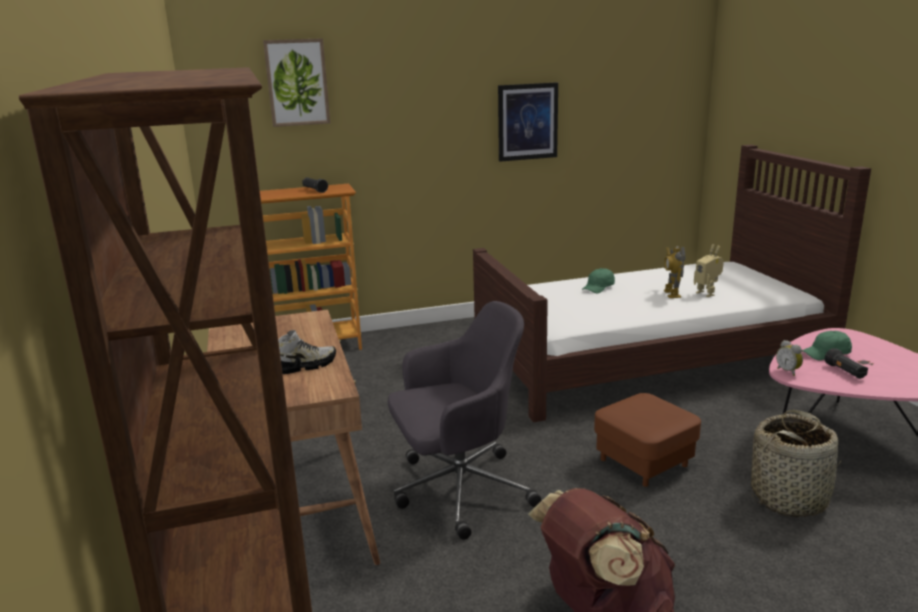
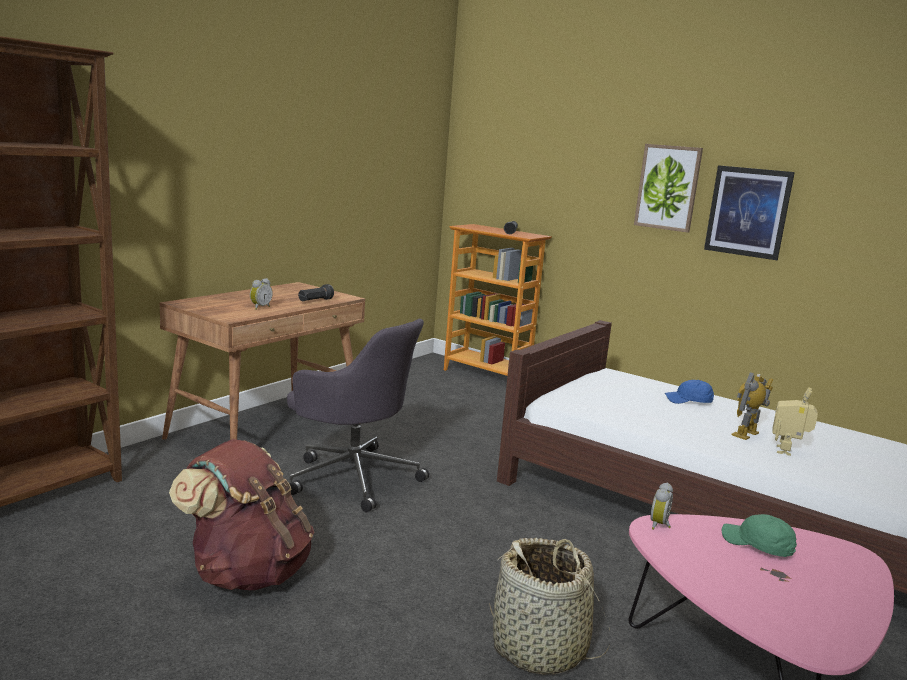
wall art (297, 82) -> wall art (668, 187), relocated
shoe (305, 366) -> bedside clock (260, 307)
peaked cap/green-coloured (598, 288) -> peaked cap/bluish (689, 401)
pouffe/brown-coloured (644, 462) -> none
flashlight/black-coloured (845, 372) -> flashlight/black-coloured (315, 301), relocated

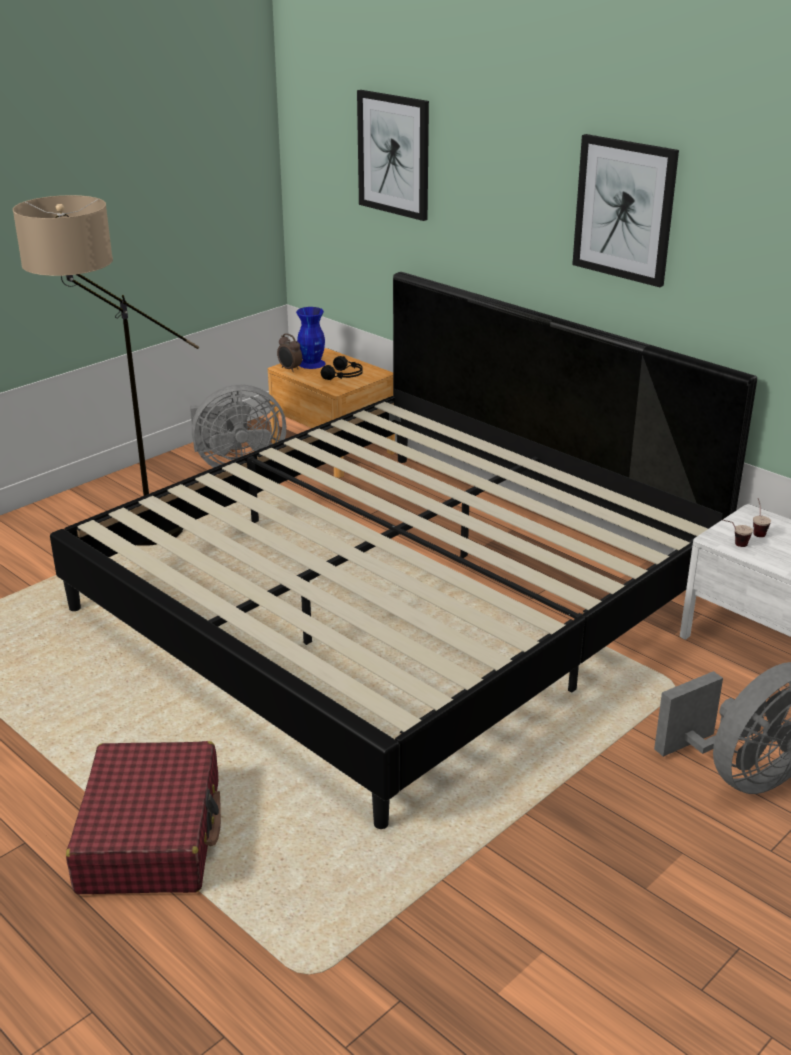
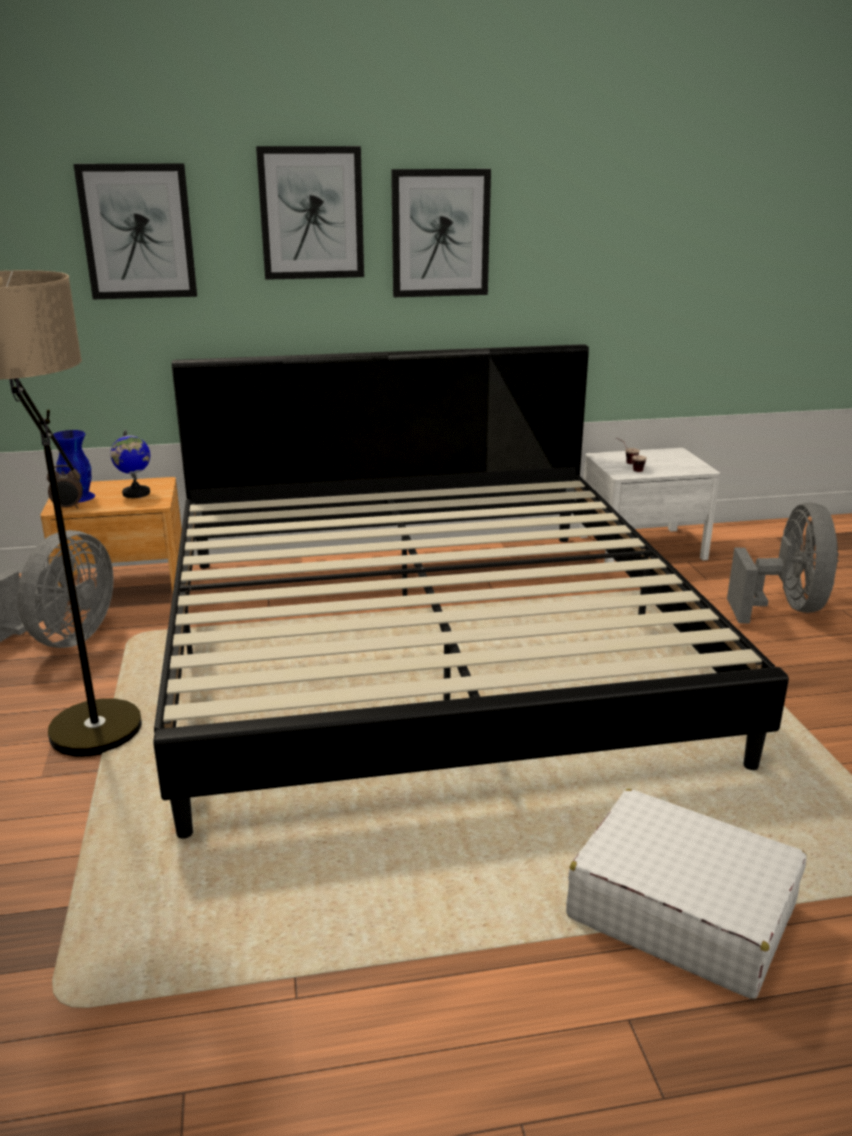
piece of luggage/reddish (151, 836) -> piece of luggage/white-coloured (680, 910)
headset/black-coloured (344, 376) -> desk globe (136, 493)
none -> wall art (311, 213)

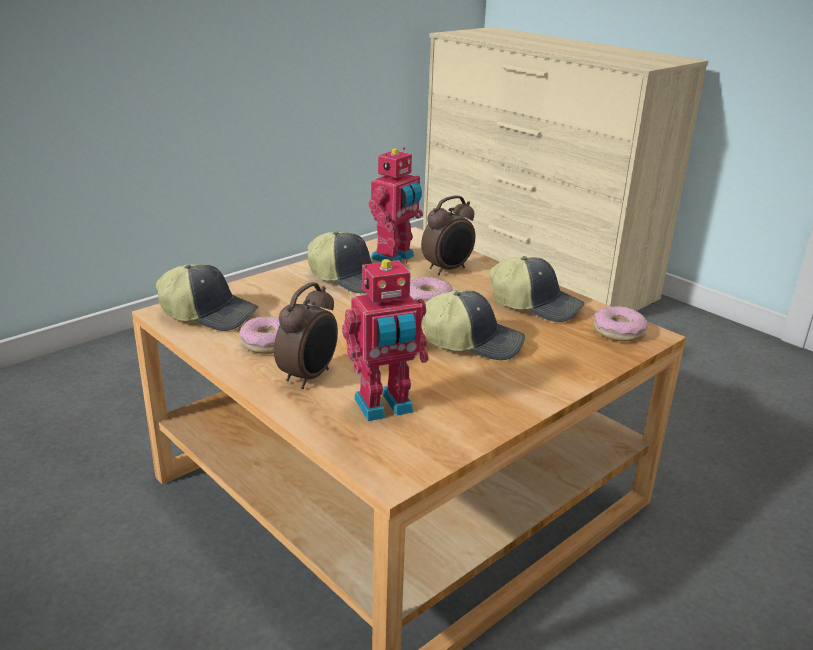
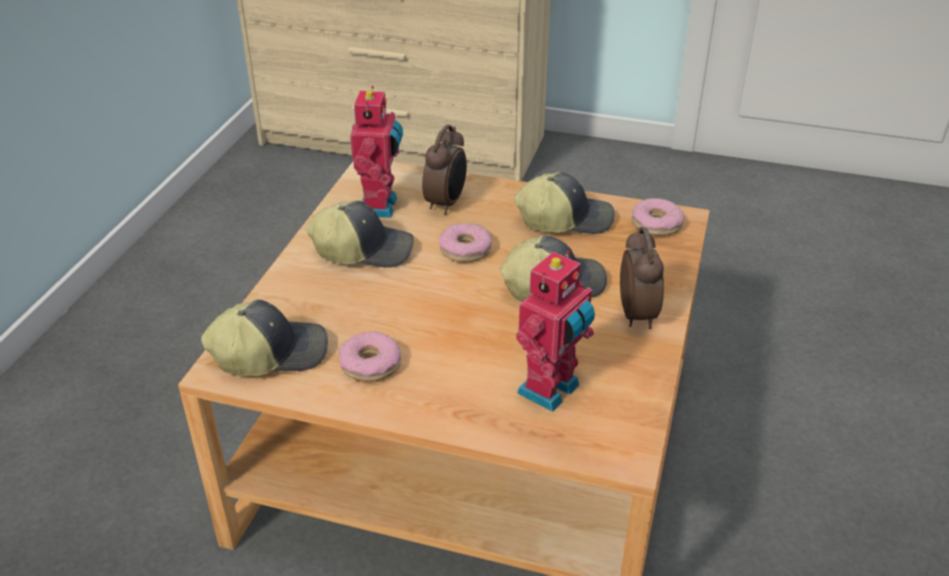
bedside clock (309, 377) -> bedside clock (638, 315), relocated

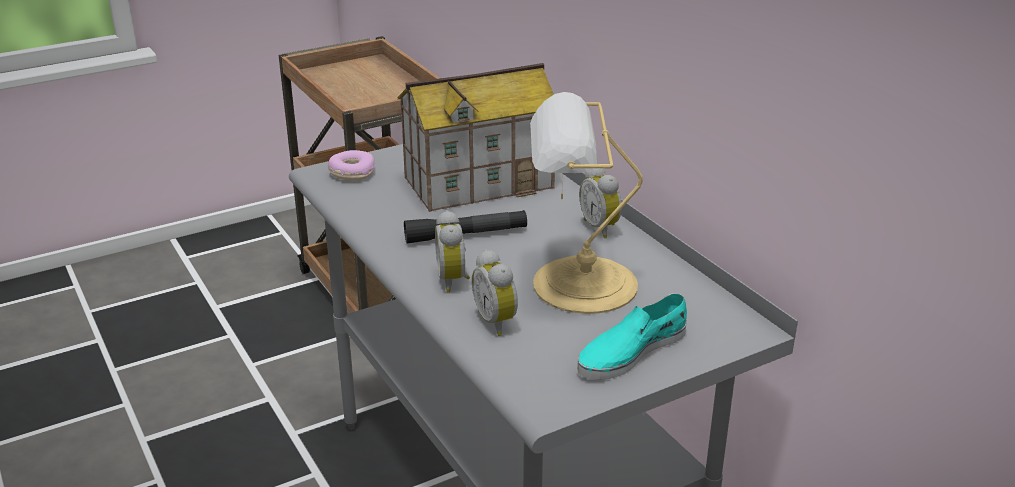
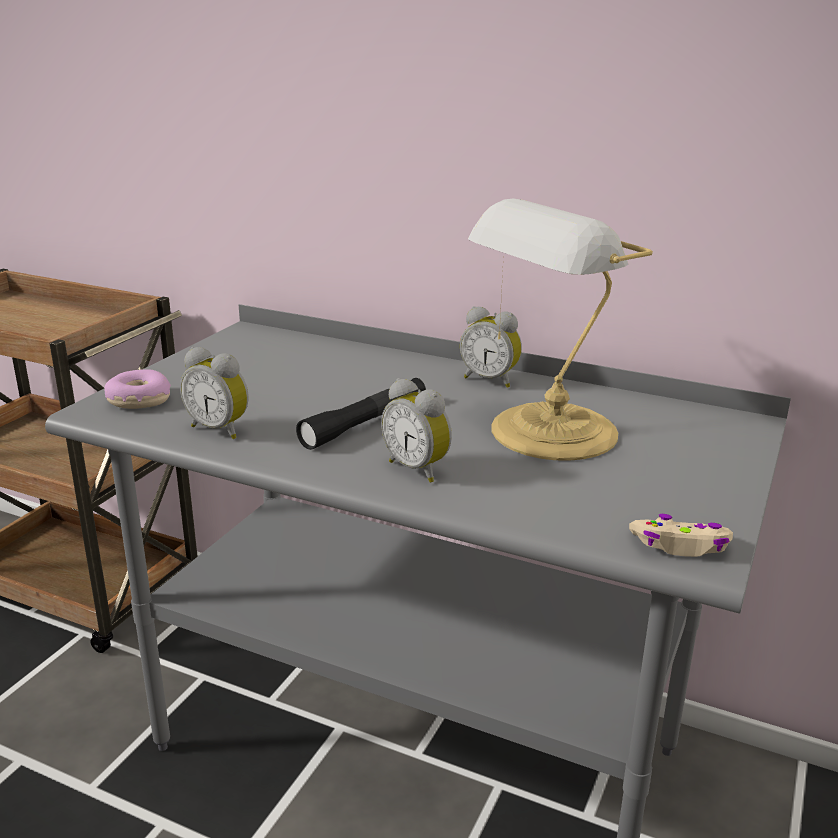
model house (479, 182) -> none
bedside clock (498, 321) -> bedside clock (220, 429), relocated
shoe/turquoise-coloured (631, 351) -> none
none -> joypad/sand-coloured (680, 546)

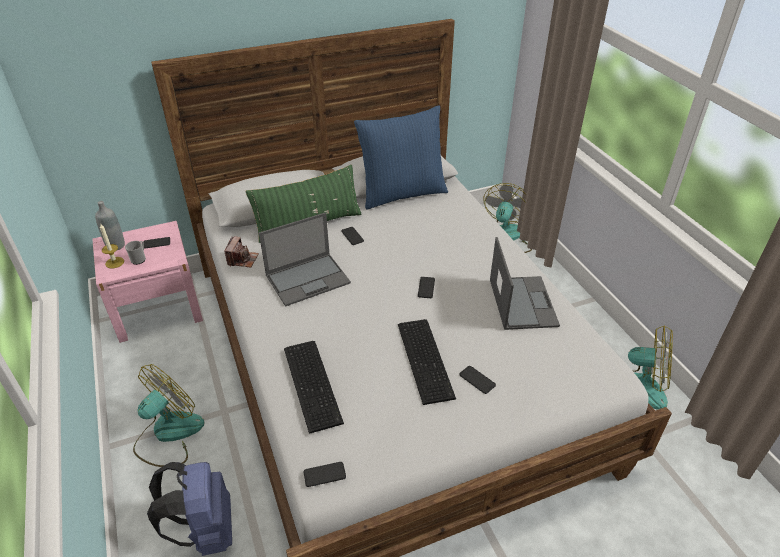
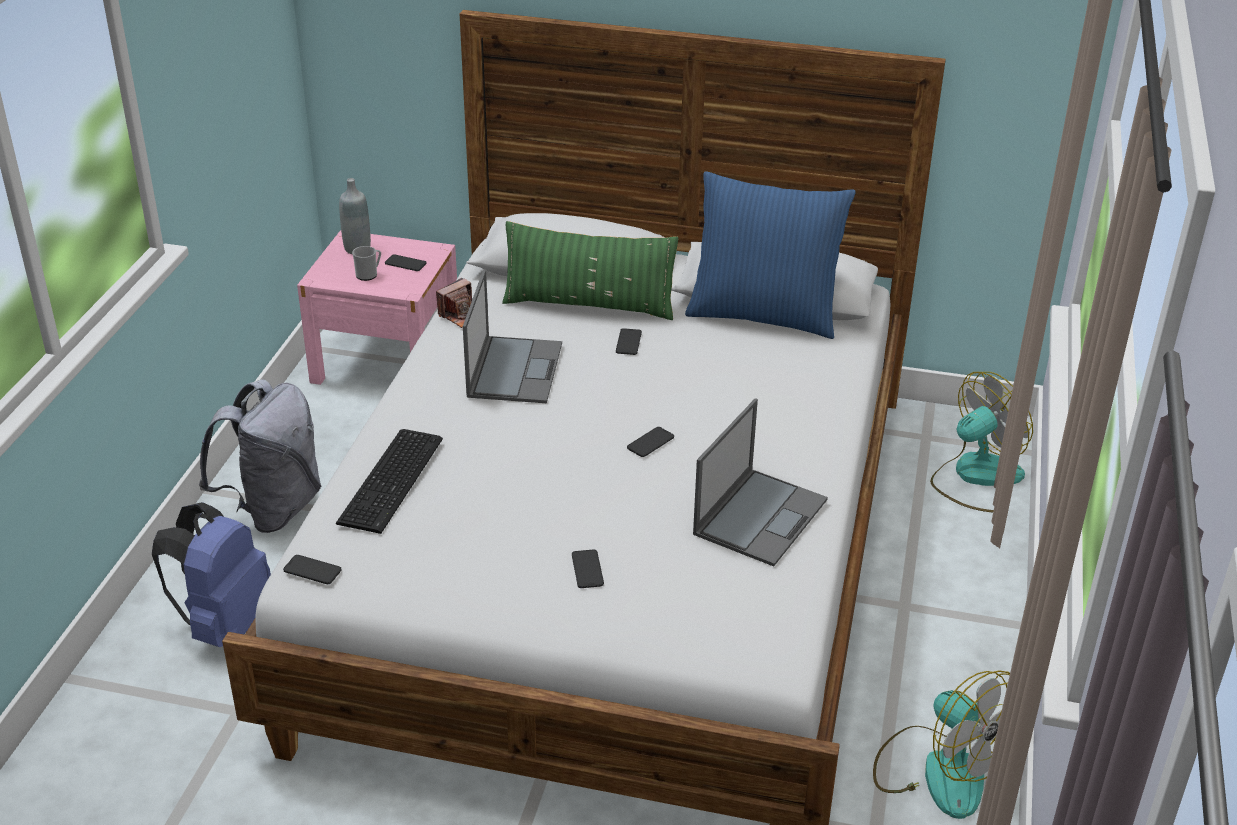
wax light (114, 262) -> none
cooling fan (168, 434) -> rucksack/greyish (273, 509)
notebook computer (308, 279) -> notebook computer (514, 369), 90 degrees counterclockwise
computer keyboard (426, 358) -> none

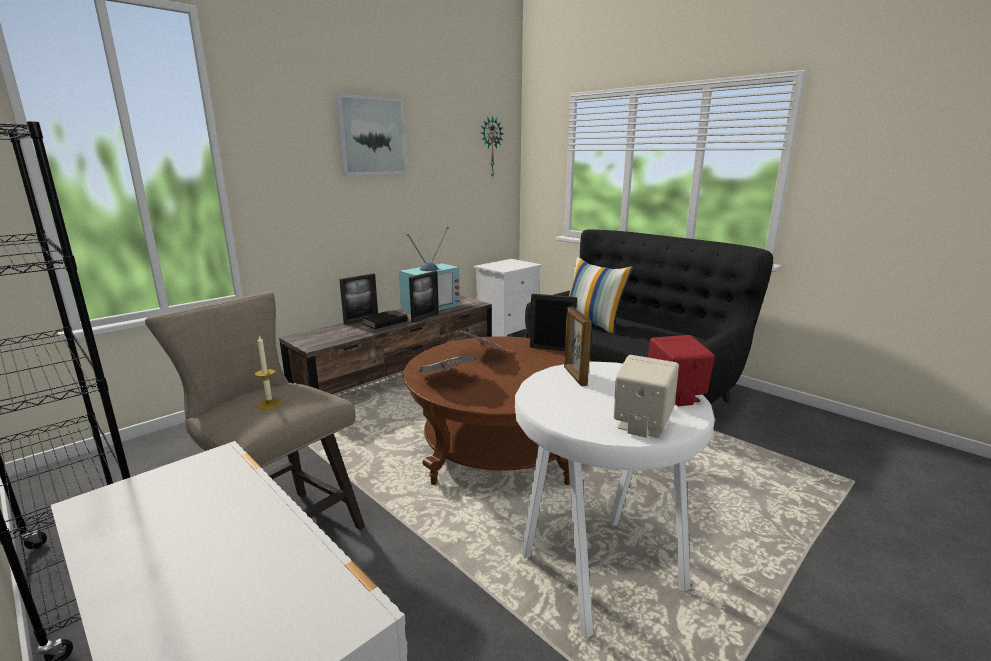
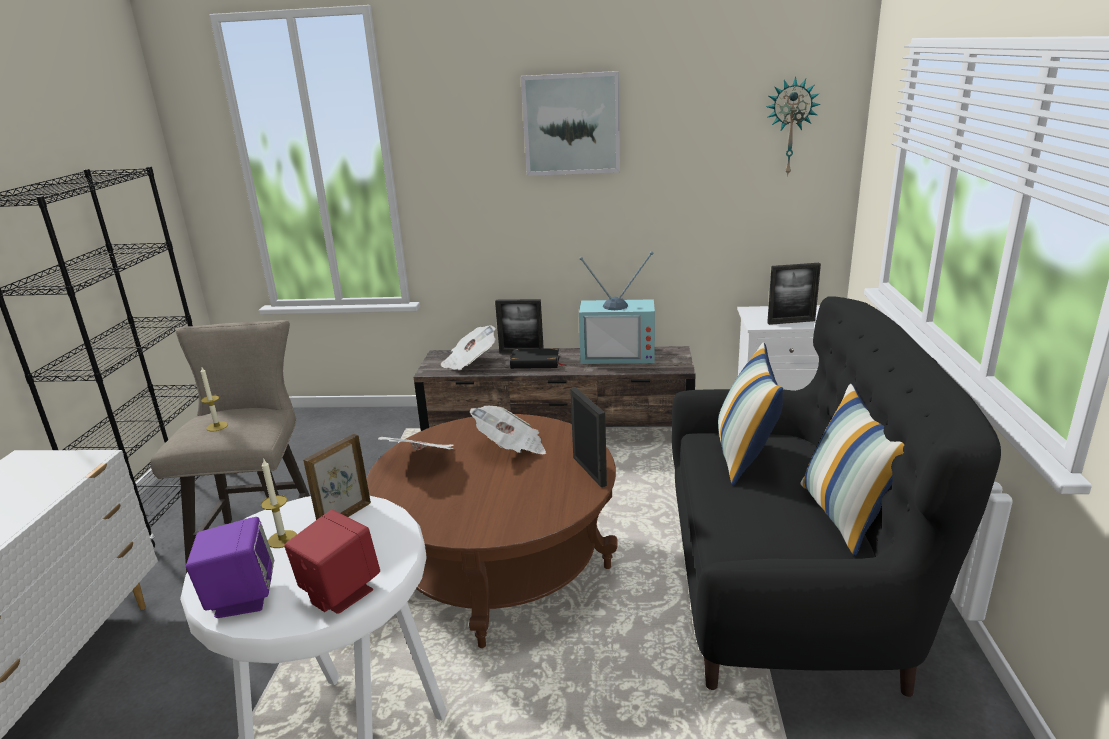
standing frame (425, 318) -> standing frame (791, 322), relocated
audio speaker/sand-coloured (641, 425) -> audio speaker/purplish (241, 598)
none -> wax light (282, 539)
none -> newspaper (469, 362)
none -> cushion (845, 515)

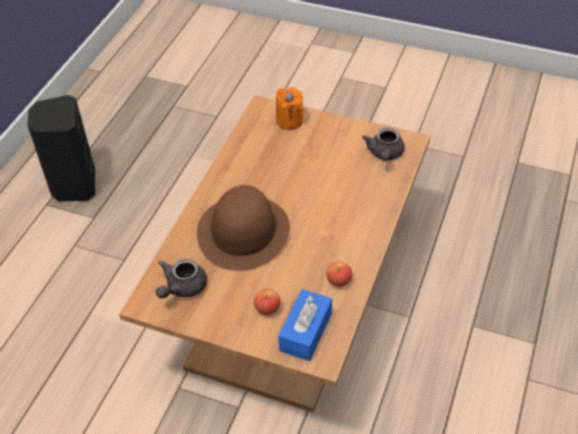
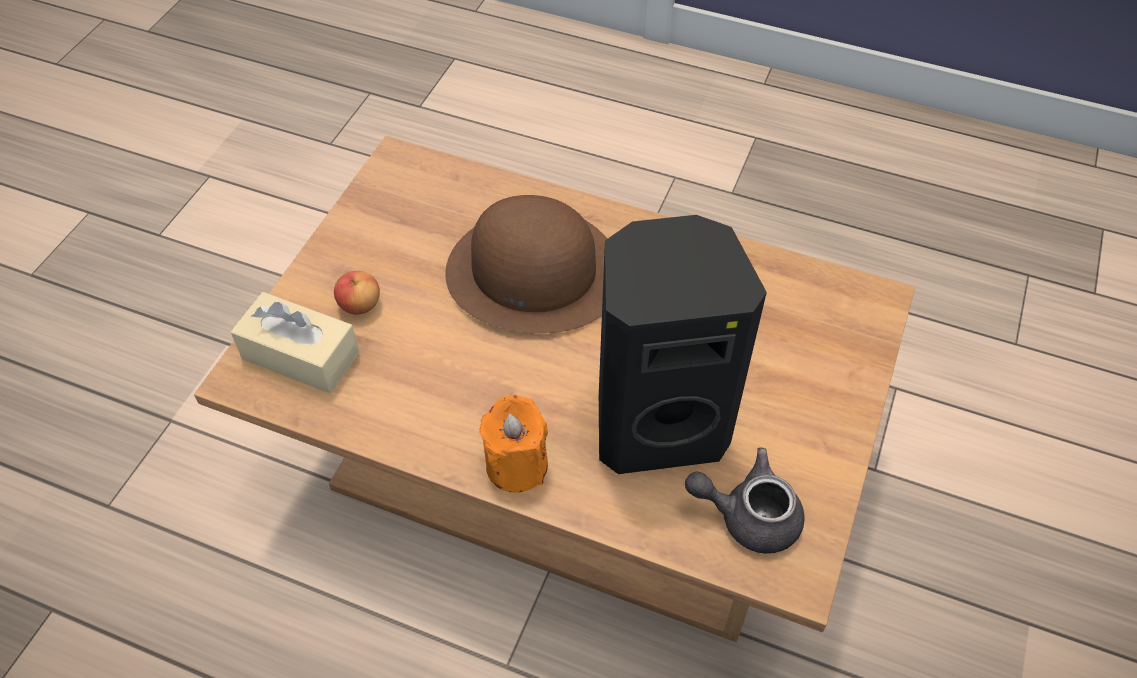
audio speaker/black-coloured (73, 185) -> audio speaker/black-coloured (658, 423), relocated
pot for tea/greyish (182, 288) -> none
wax light/orange-coloured (289, 121) -> wax light/orange-coloured (516, 465), relocated
tissue holder/bluish (305, 332) -> tissue holder/sand-coloured (301, 355)
whole apple (338, 281) -> none

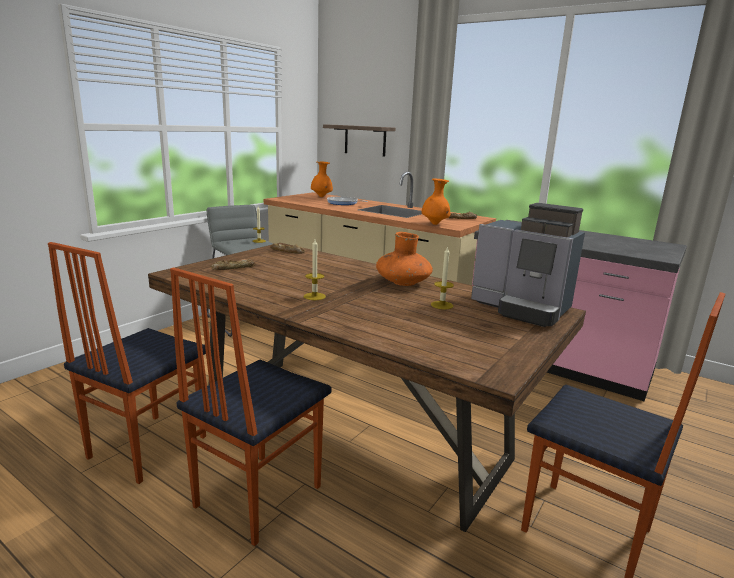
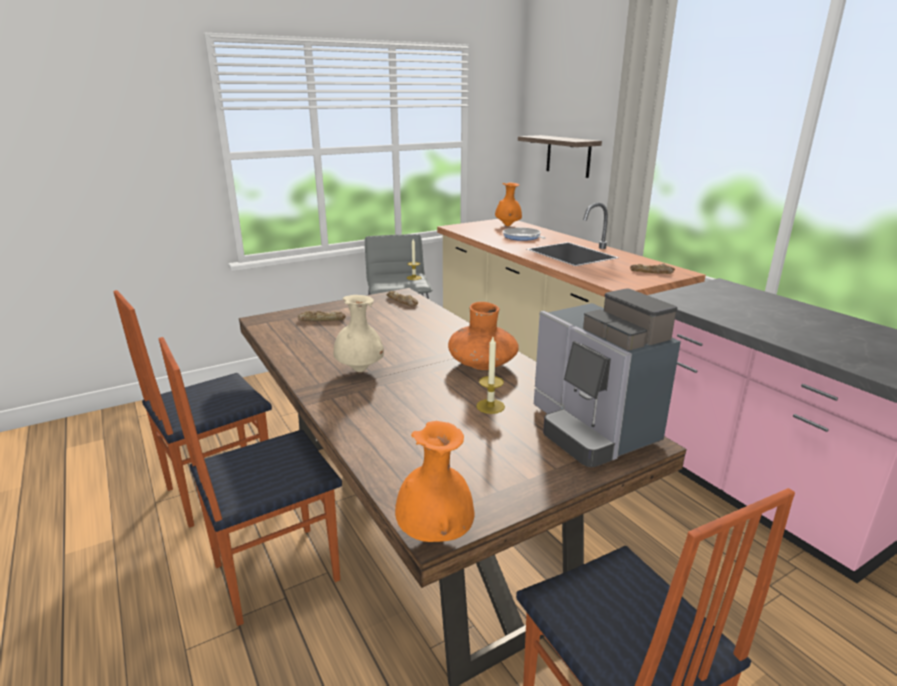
wax light (314, 296) -> decorative vase/sand-coloured (360, 370)
decorative vase/orange-coloured (435, 224) -> decorative vase/orange-coloured (435, 536), relocated

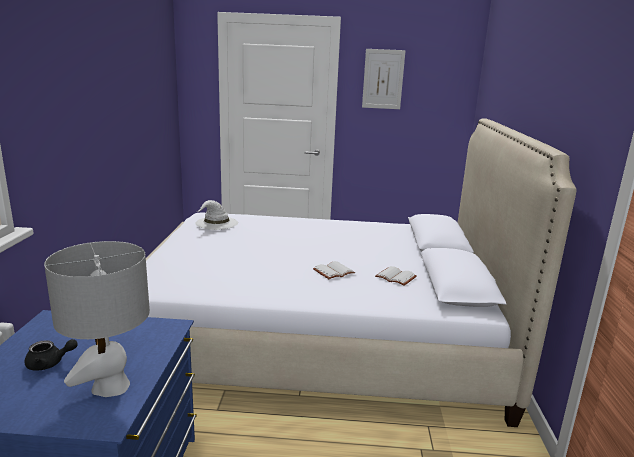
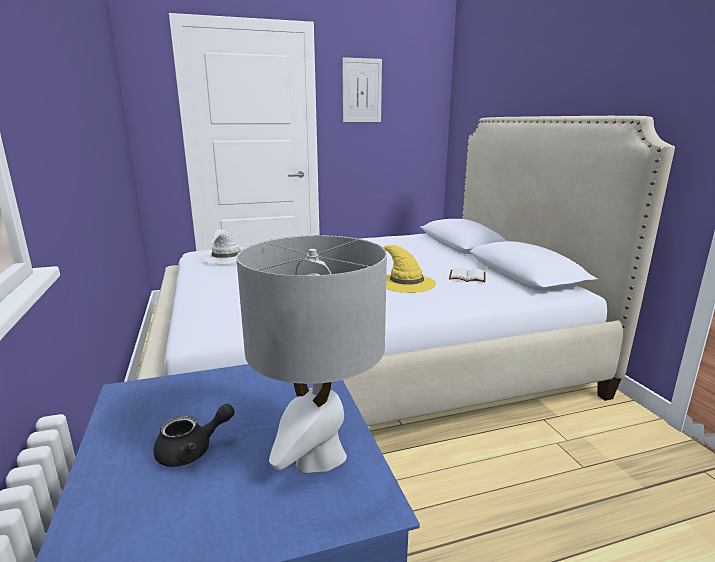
volume/white-coloured (334, 272) -> wearable hat/yellow-coloured (405, 282)

